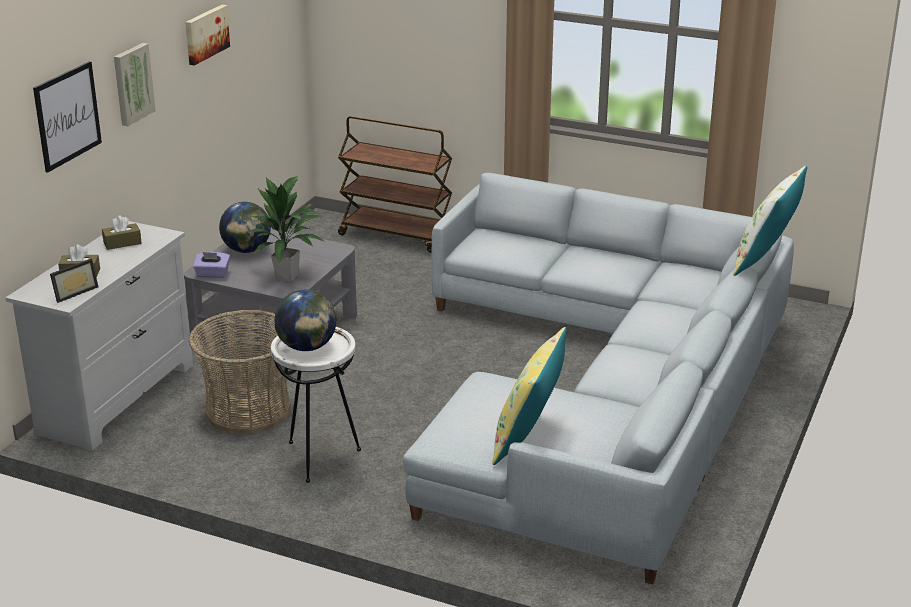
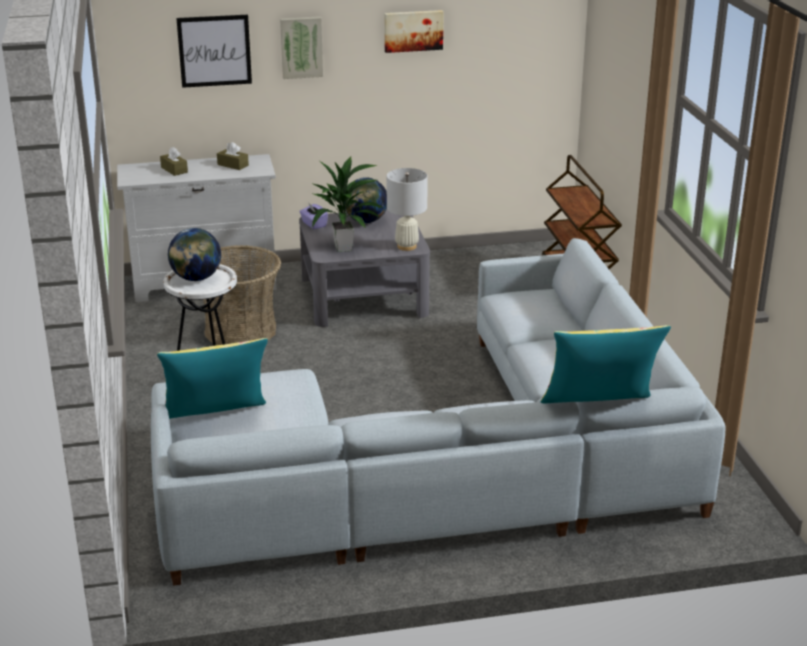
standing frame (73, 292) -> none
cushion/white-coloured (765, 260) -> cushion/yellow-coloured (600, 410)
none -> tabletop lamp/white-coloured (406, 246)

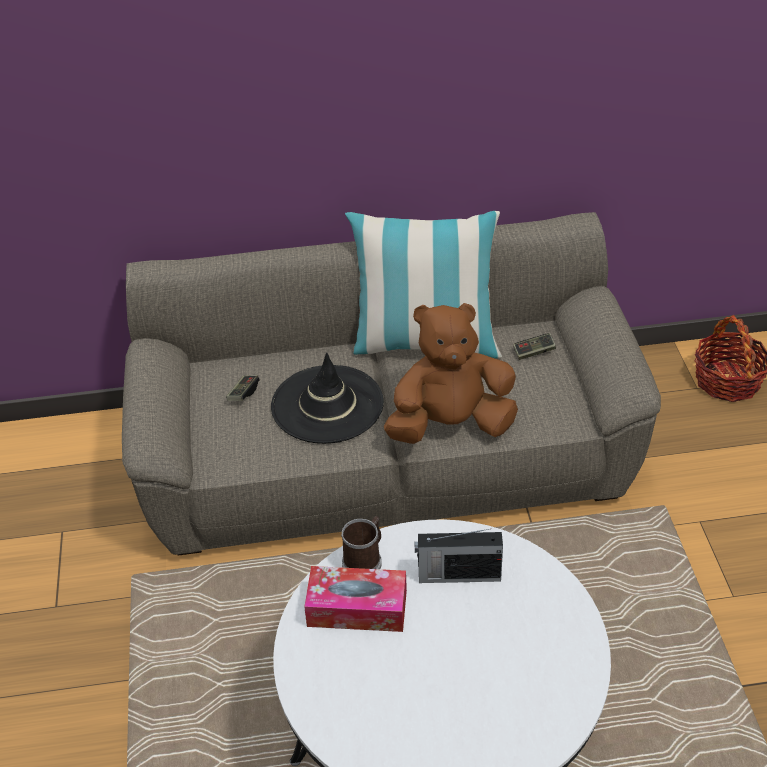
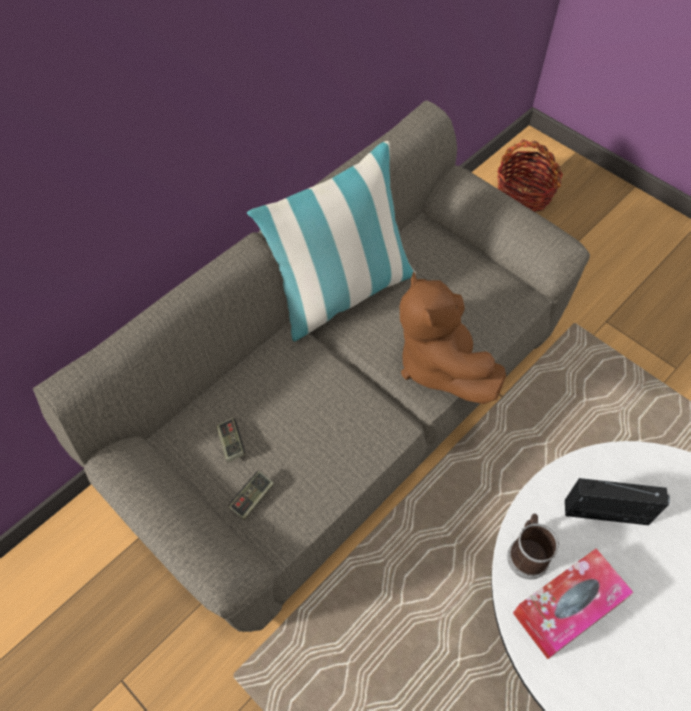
wearable hat/black-coloured (327, 404) -> none
cuddly toy/brown-coloured (450, 425) -> cuddly toy/brown-coloured (439, 363), 60 degrees counterclockwise
radio set (457, 575) -> radio set (608, 513), 135 degrees counterclockwise
joypad (534, 352) -> joypad (252, 498), relocated

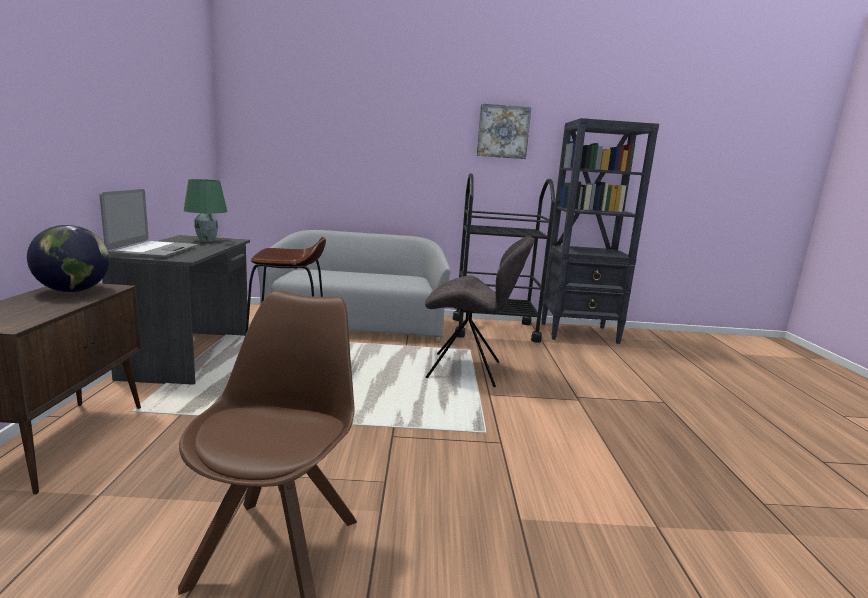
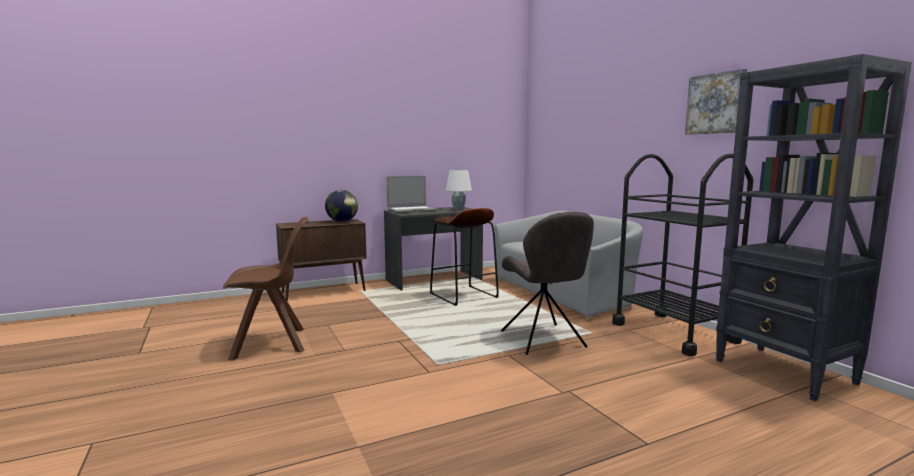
tabletop lamp/green-coloured (207, 240) -> tabletop lamp/white-coloured (458, 209)

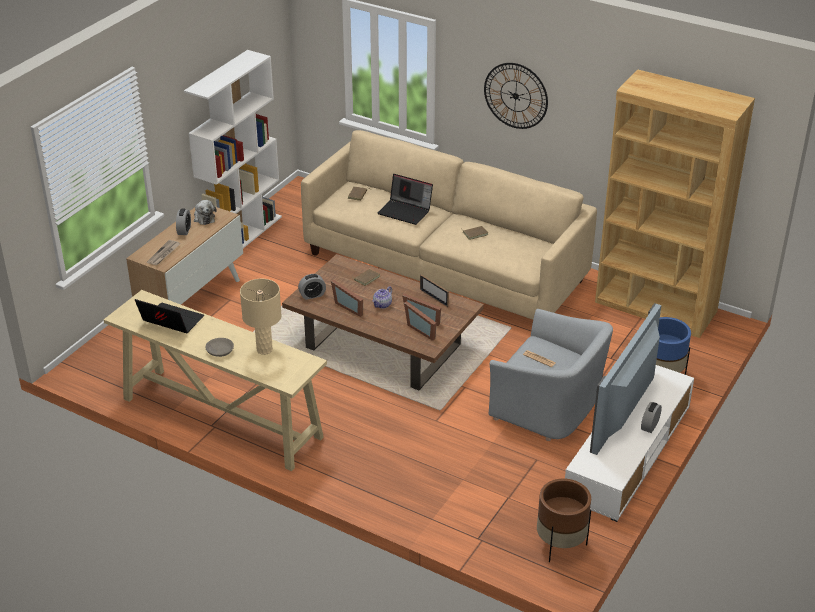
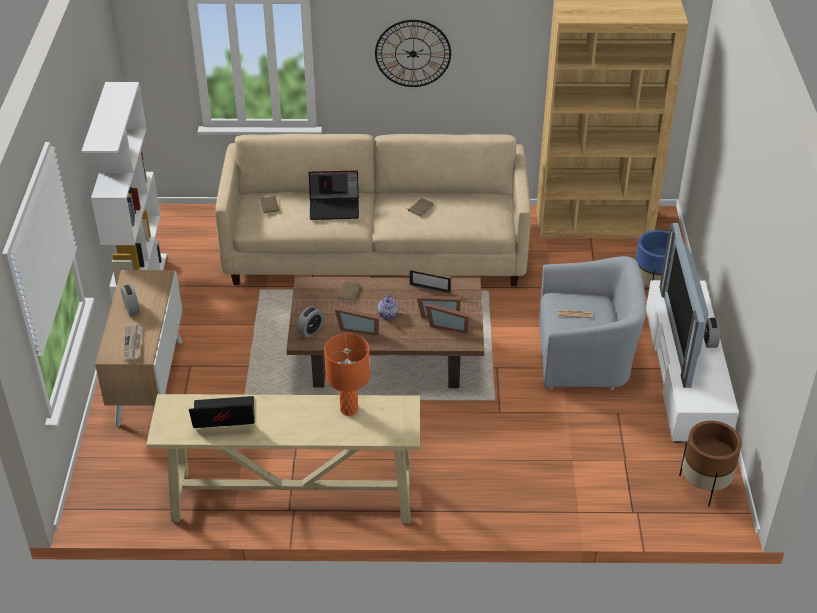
cuddly toy (204, 218) -> none
bowl/greyish (219, 351) -> none
tabletop lamp/sand-coloured (264, 350) -> tabletop lamp/orange-coloured (349, 409)

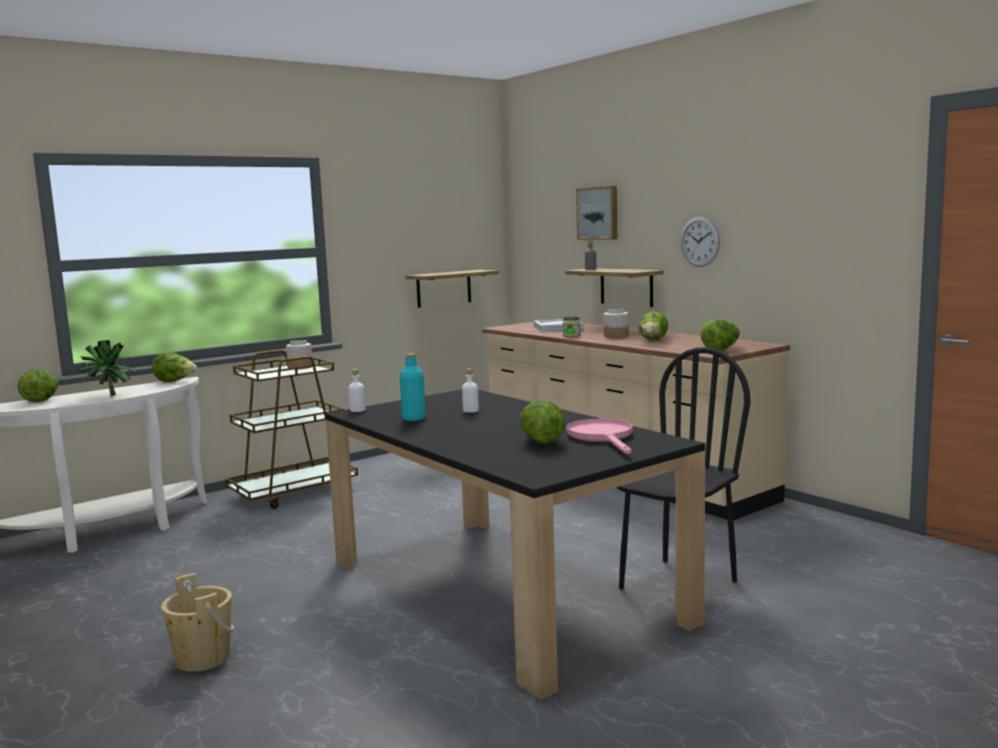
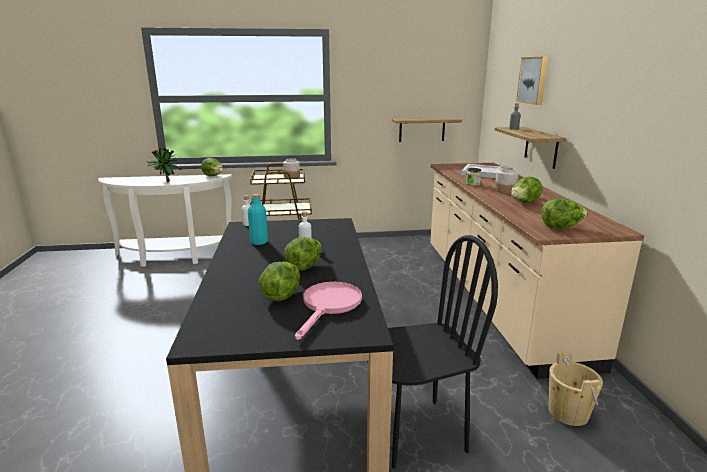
lettuce (41, 400) -> lettuce (304, 266), relocated
water bucket/sand-coloured (203, 658) -> water bucket/sand-coloured (568, 412), relocated
clock on the wall (699, 241) -> none

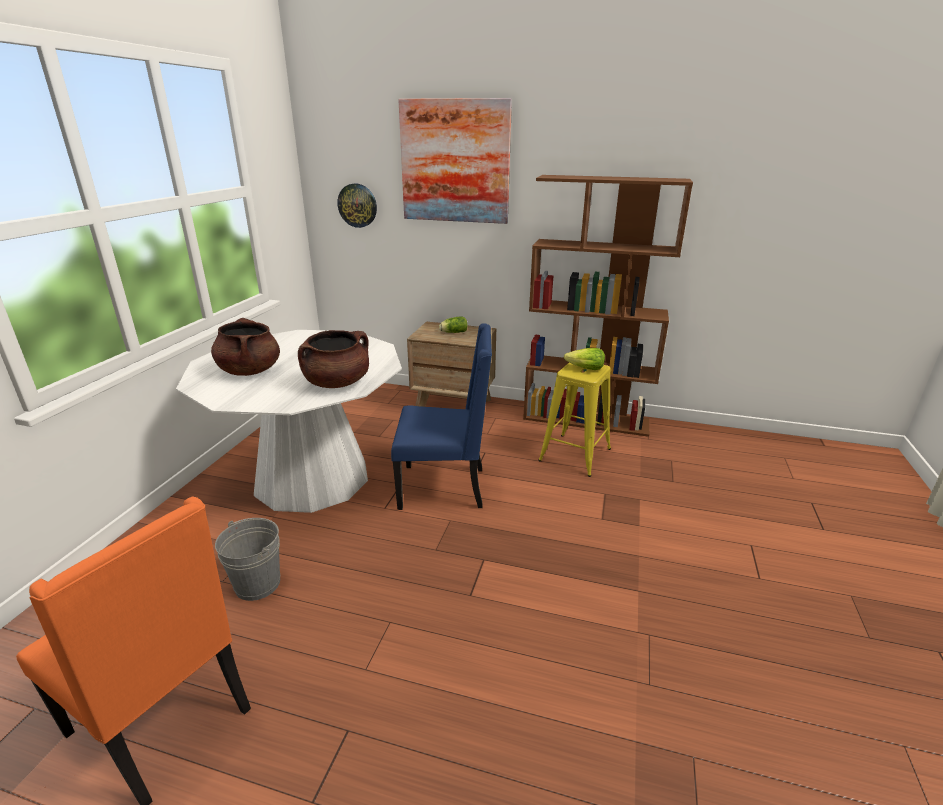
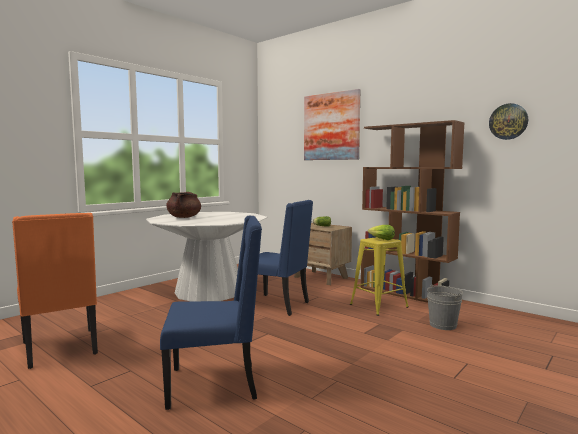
water bucket/greyish (258, 584) -> water bucket/greyish (443, 325), relocated
stockpot/brown-coloured (337, 383) -> none
clock on the wall (357, 205) -> clock on the wall (508, 121), relocated
none -> chair/bluish (215, 384)

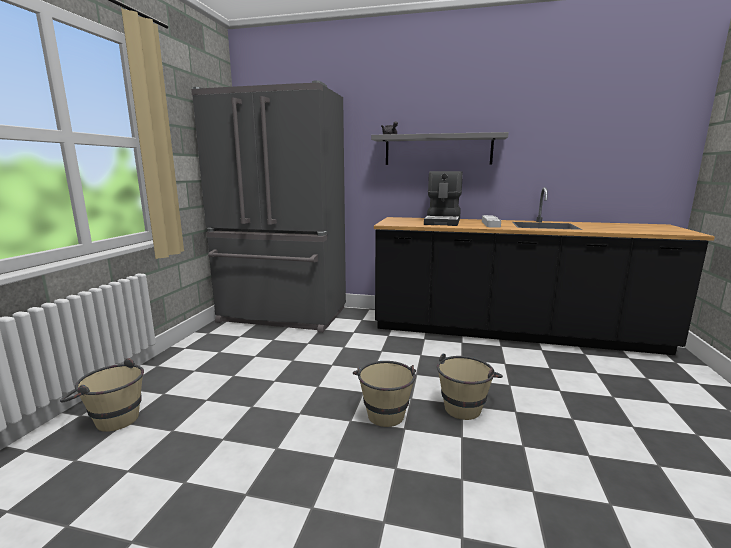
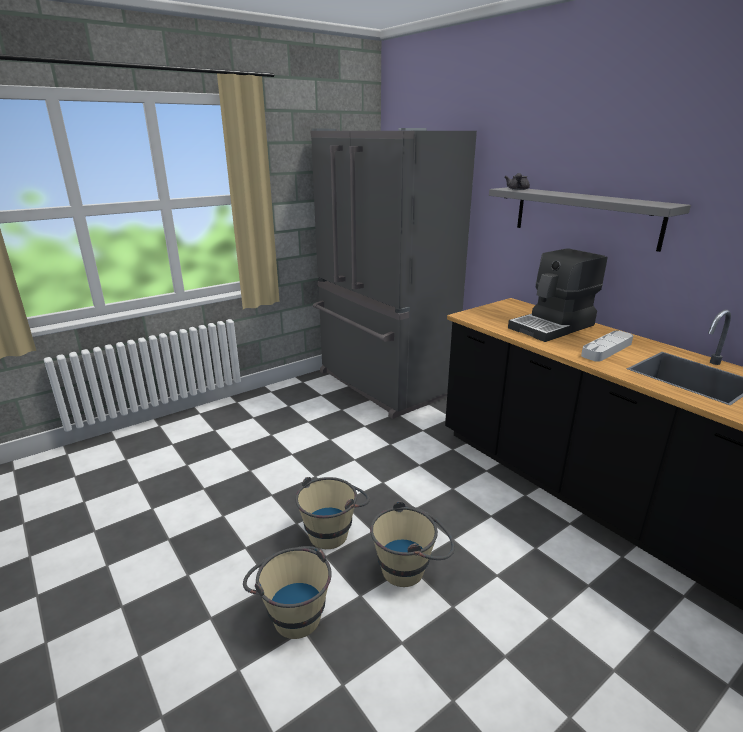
water bucket/sand-coloured (110, 419) -> water bucket/sand-coloured (291, 611), relocated

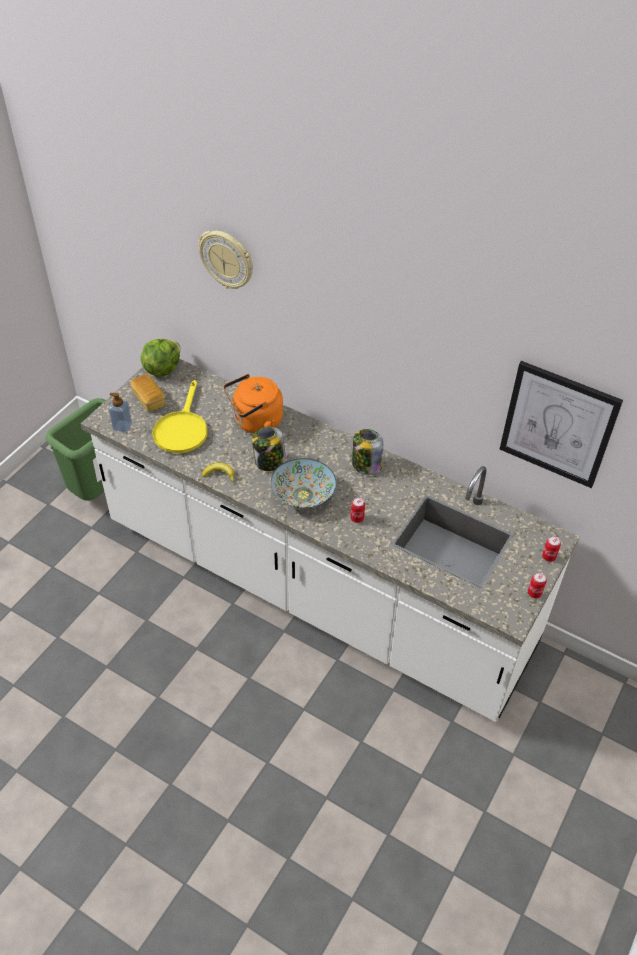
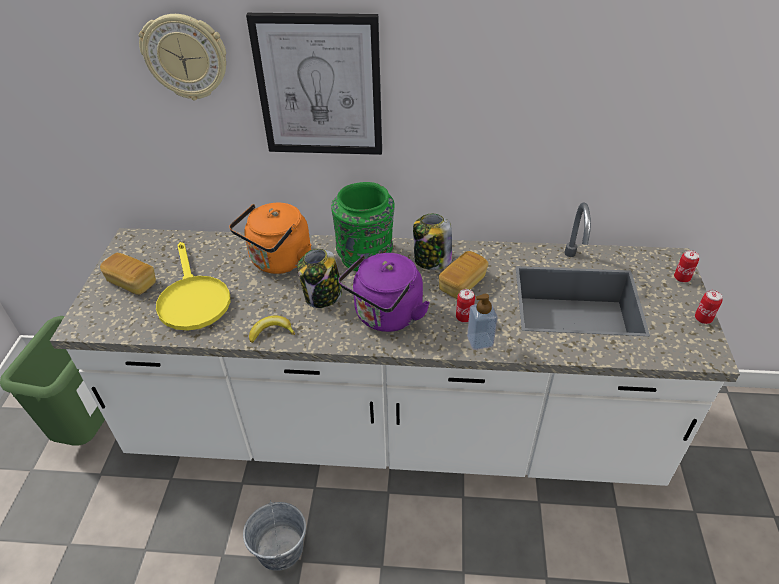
liquid soap bottle (122, 426) -> liquid soap bottle (480, 341), relocated
lettuce (162, 369) -> none
bowl (303, 495) -> tea kettle/purplish (386, 316)
wall art (558, 424) -> wall art (319, 87), relocated
none -> water bucket/greyish (280, 548)
none -> decorative vase/green-coloured (366, 256)
none -> bread (462, 284)

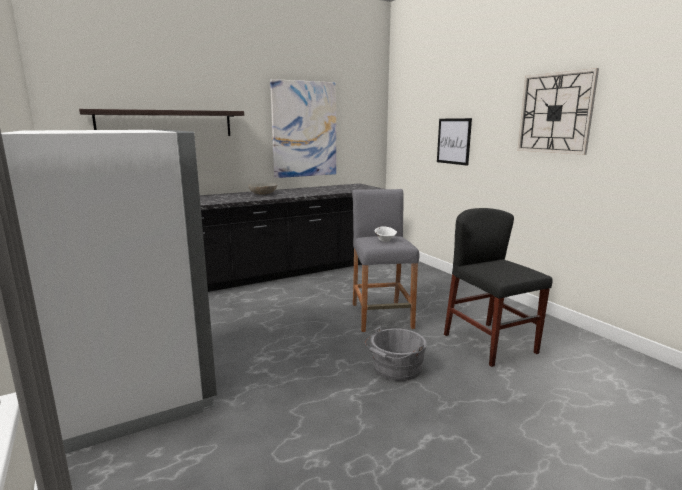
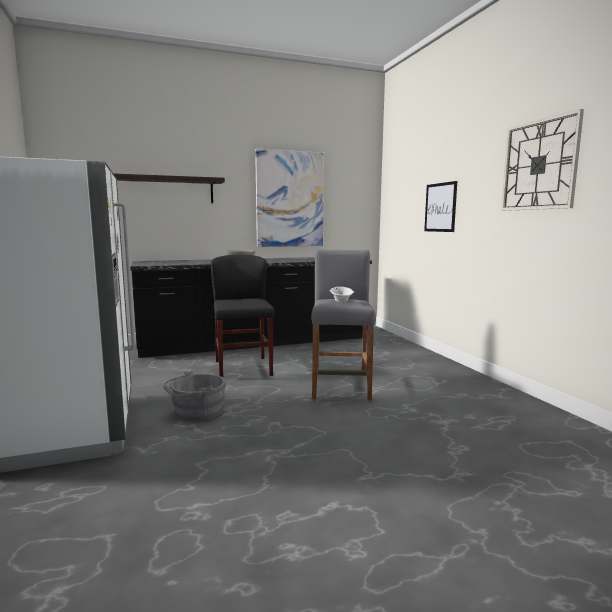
water bucket/greyish (395, 369) -> water bucket/greyish (196, 412), relocated
chair/black-coloured (489, 343) -> chair/black-coloured (243, 368), relocated

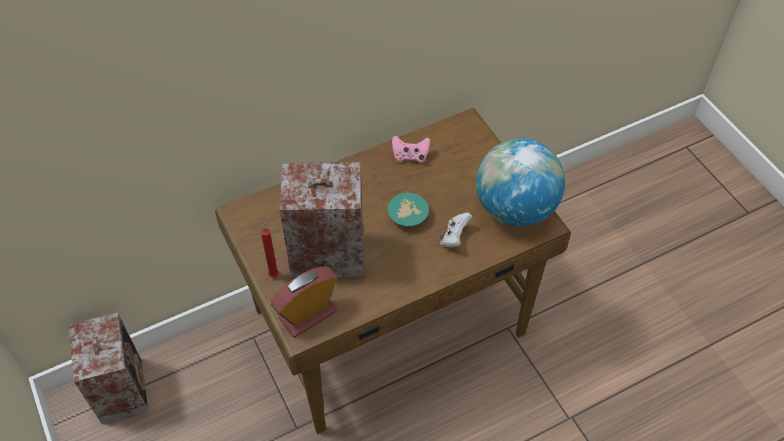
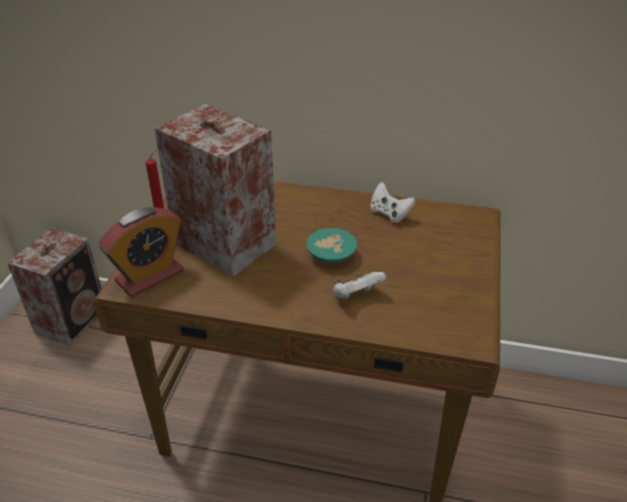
bedside clock (308, 315) -> bedside clock (149, 276), 135 degrees clockwise
joypad/pinkish (410, 156) -> joypad/white-coloured (389, 214)
desk globe (515, 209) -> none

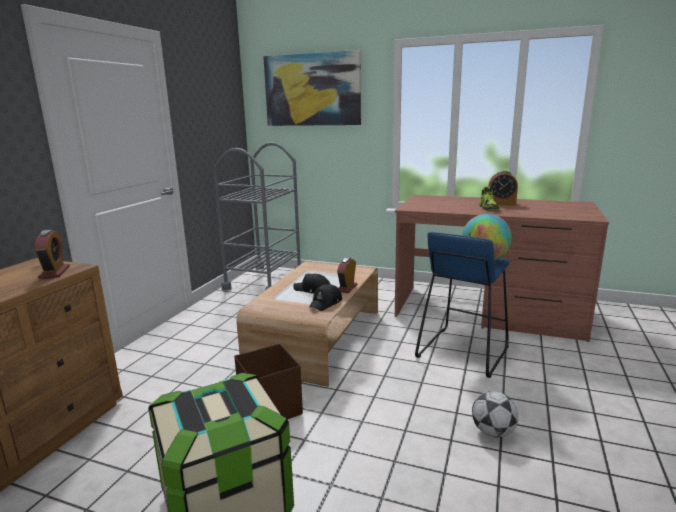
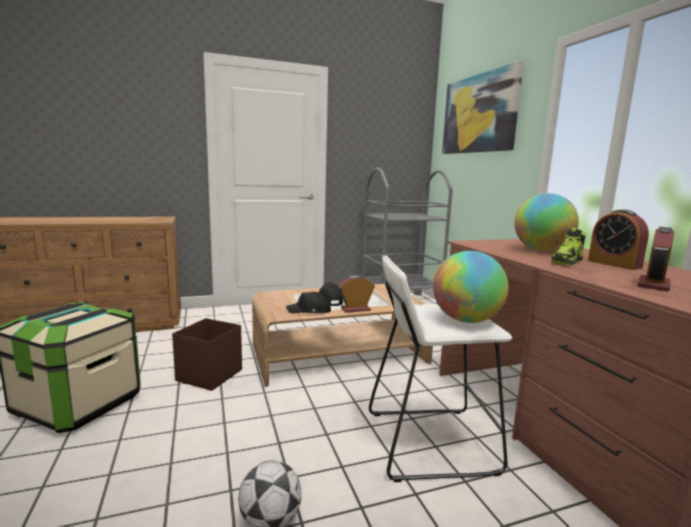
bedside clock (54, 272) -> bedside clock (653, 284), relocated
stool seat/bluish (462, 351) -> stool seat/white-coloured (430, 441)
none -> desk globe (541, 250)

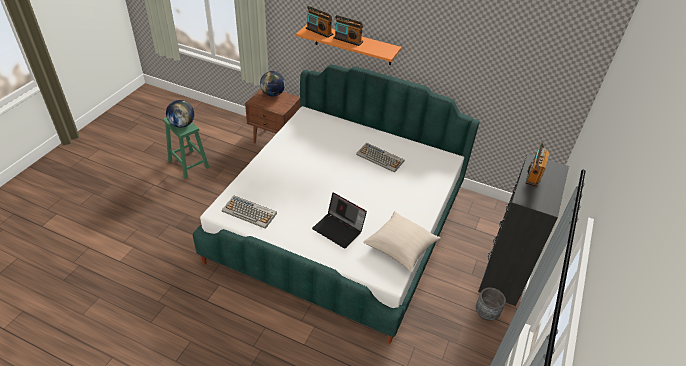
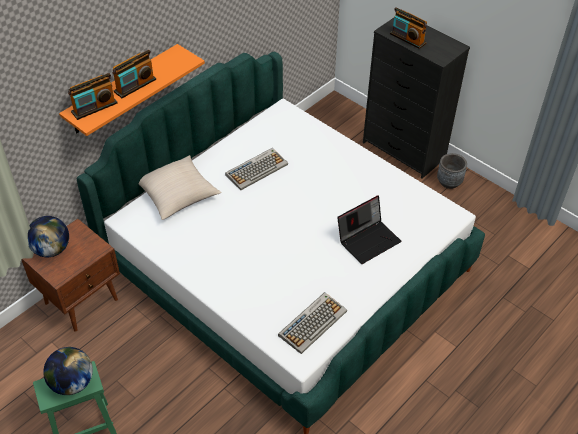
cushion/sand-coloured (401, 247) -> cushion/sand-coloured (177, 195), relocated

